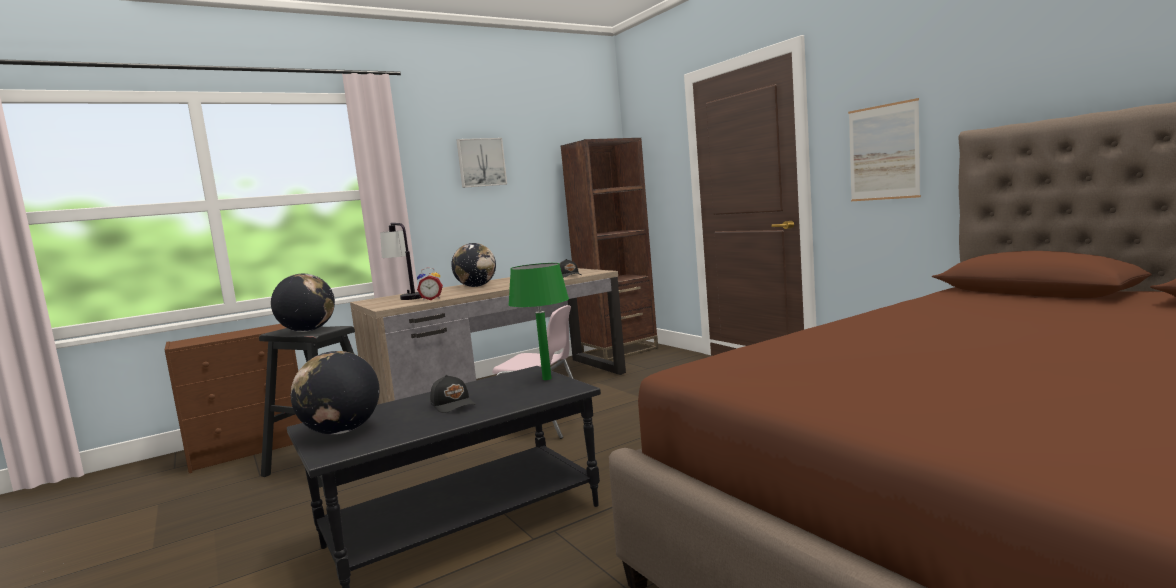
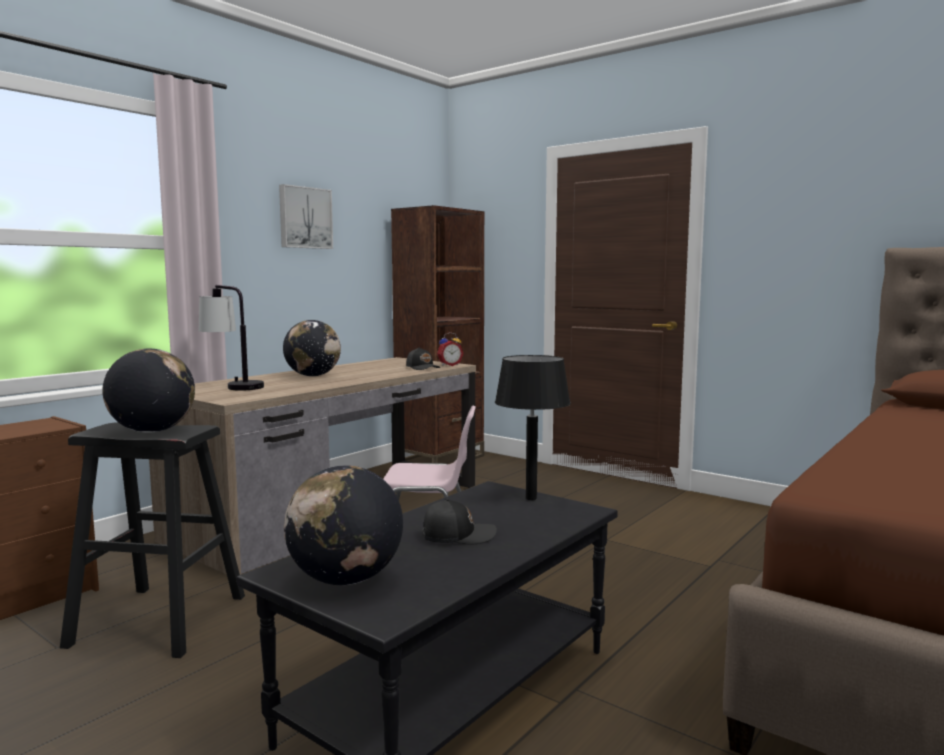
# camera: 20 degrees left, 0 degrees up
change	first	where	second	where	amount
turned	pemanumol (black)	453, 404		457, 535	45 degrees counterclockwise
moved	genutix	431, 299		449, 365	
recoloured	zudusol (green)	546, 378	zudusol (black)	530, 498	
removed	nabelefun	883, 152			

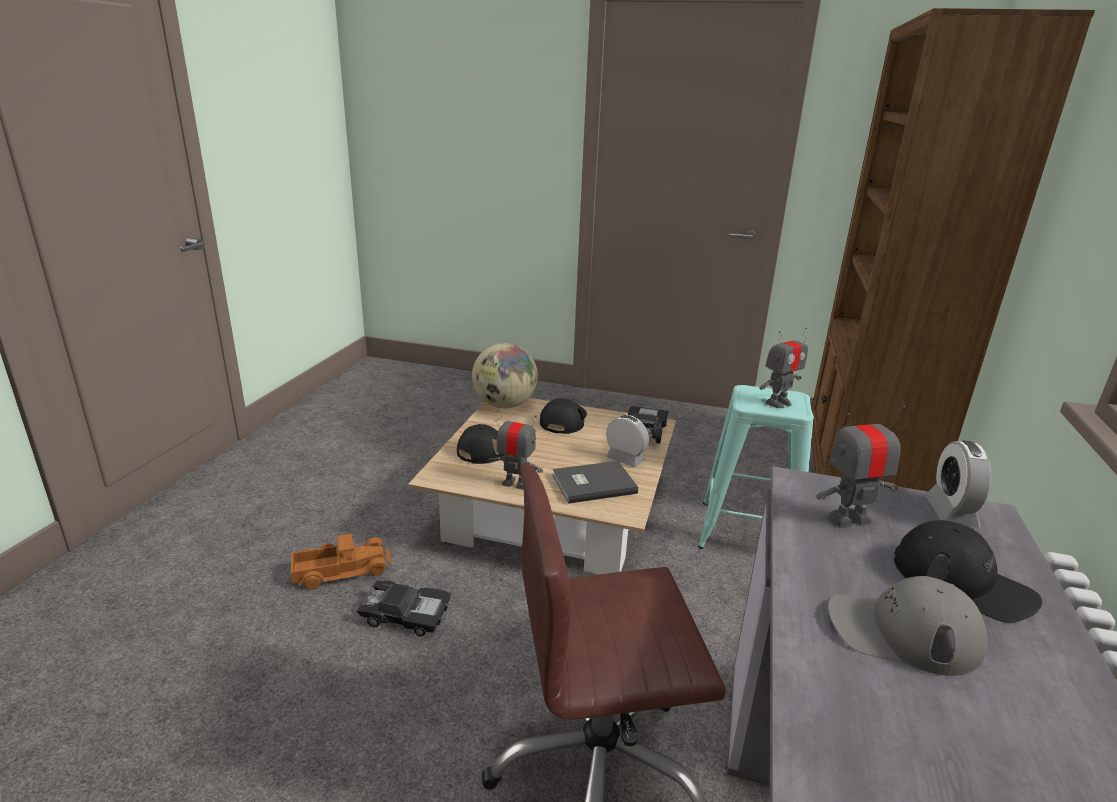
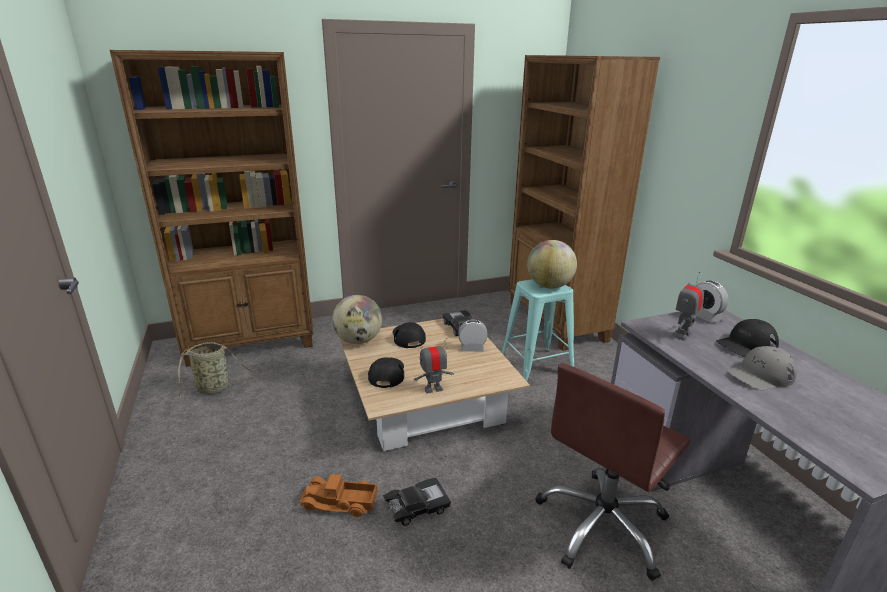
# camera: 35 degrees left, 0 degrees up
change	first	where	second	where	amount
added			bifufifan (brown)	252, 343	
added			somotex	216, 388	
turned	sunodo	341, 570		339, 503	120 degrees counterclockwise
replaced	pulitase	778, 403	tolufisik	549, 286	
turned	pemanumol (black)	962, 581		746, 345	150 degrees clockwise
removed	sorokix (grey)	592, 483			

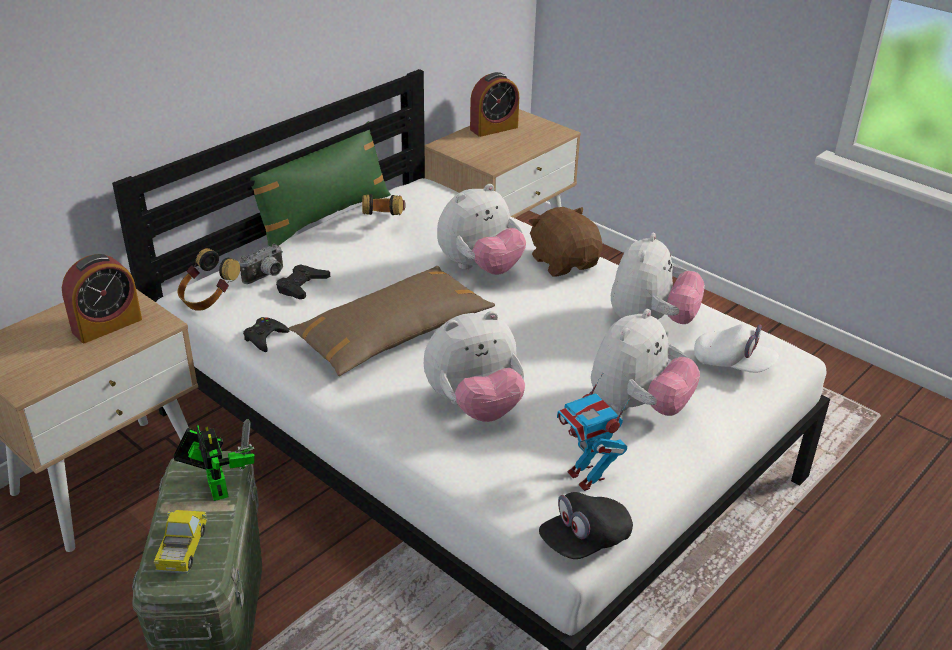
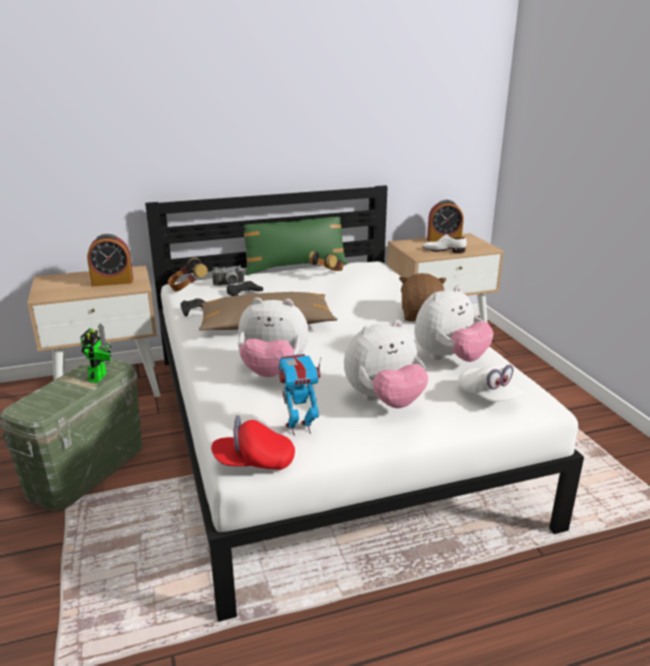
# camera: 30 degrees right, 10 degrees down
change	first	where	second	where	amount
recoloured	pemanumol (black)	584, 540	pemanumol (red)	254, 462	
turned	pulitase	586, 477		299, 428	75 degrees clockwise
added			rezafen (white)	443, 250	
removed	sunodo	183, 549			
removed	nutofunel	480, 268			

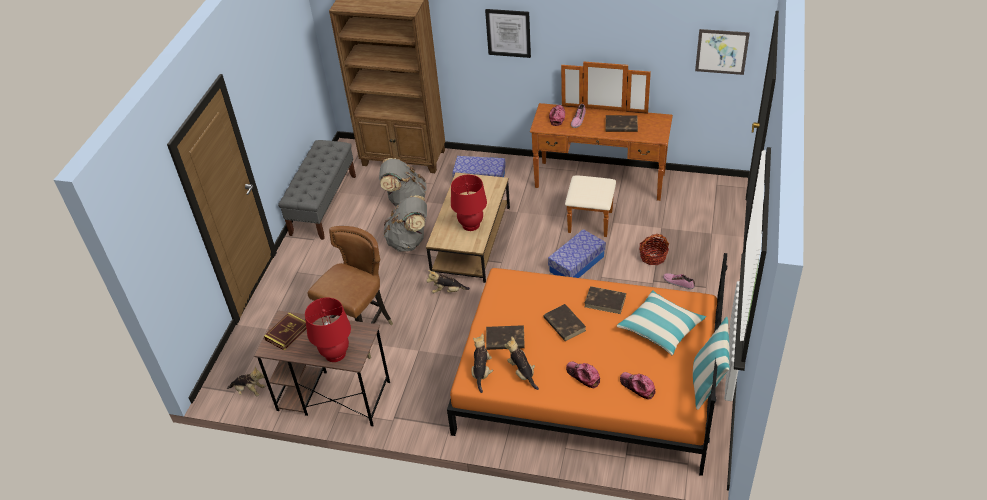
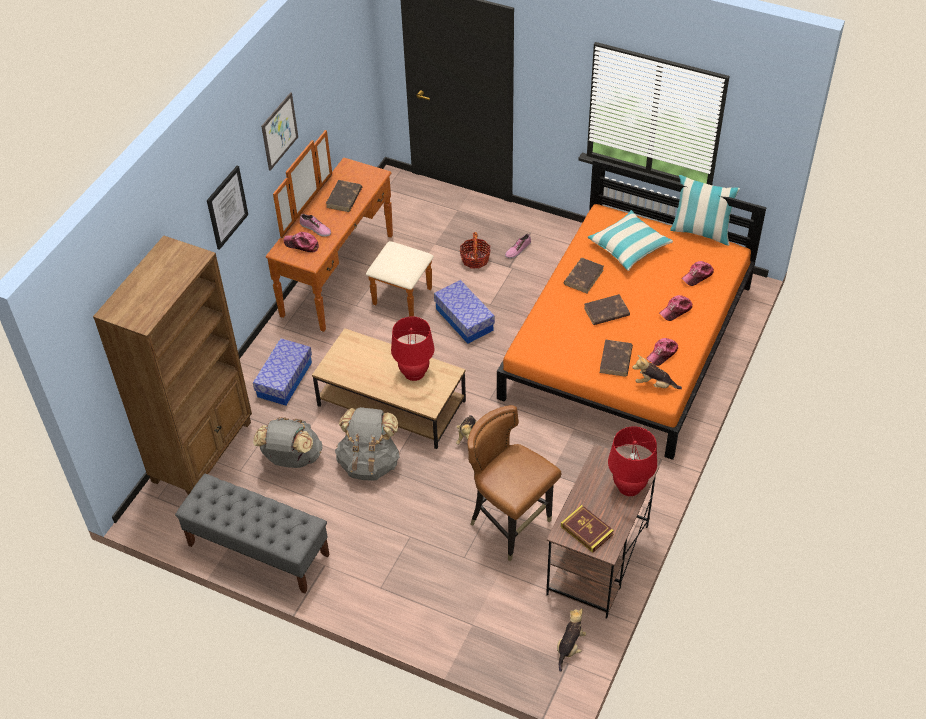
# camera: 80 degrees left, 5 degrees up
change	first	where	second	where	amount
moved	nabelefun	721, 51		279, 131	
replaced	nutofunel	522, 373	pemanumol	662, 354	

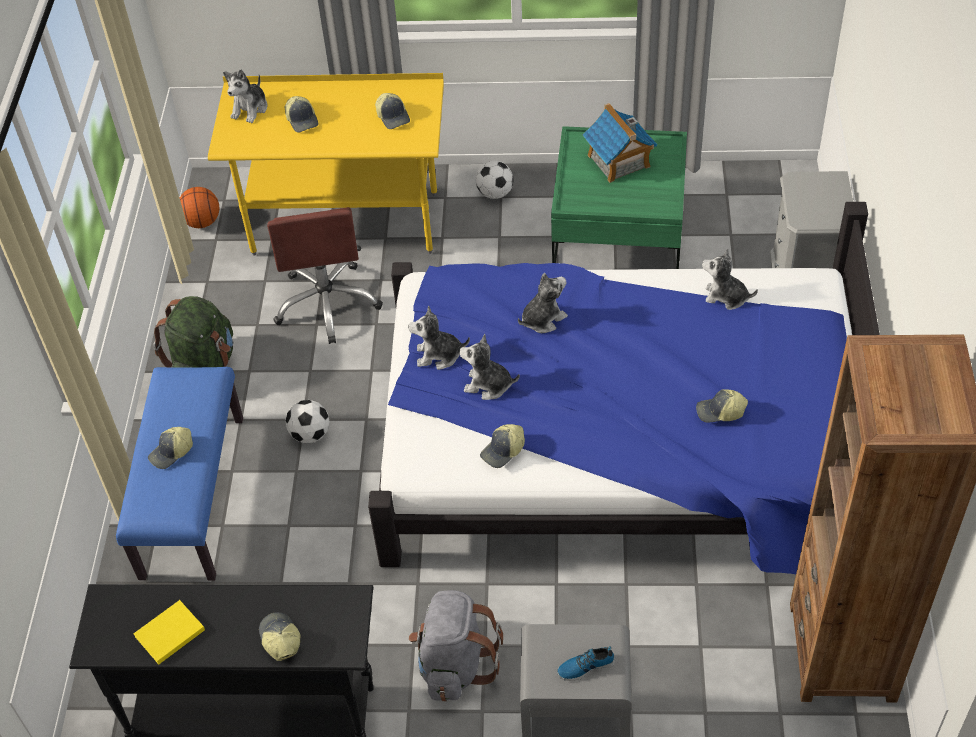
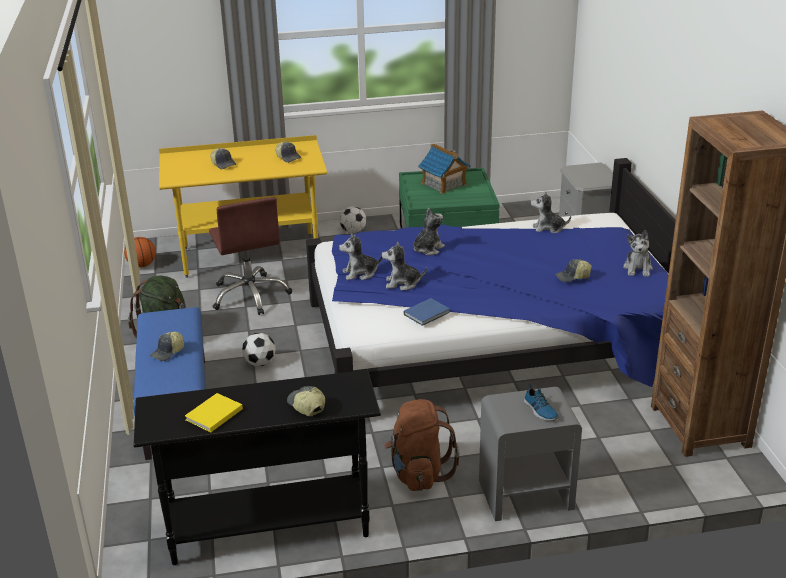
# camera: 15 degrees left, 20 degrees down
change	first	where	second	where	amount
recoloured	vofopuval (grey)	455, 664	vofopuval (brown)	418, 473	
replaced	pemanumol	503, 451	sorokix (blue)	428, 313	
turned	rezafen	585, 666		540, 410	90 degrees counterclockwise
moved	nutofunel	250, 109		638, 268	

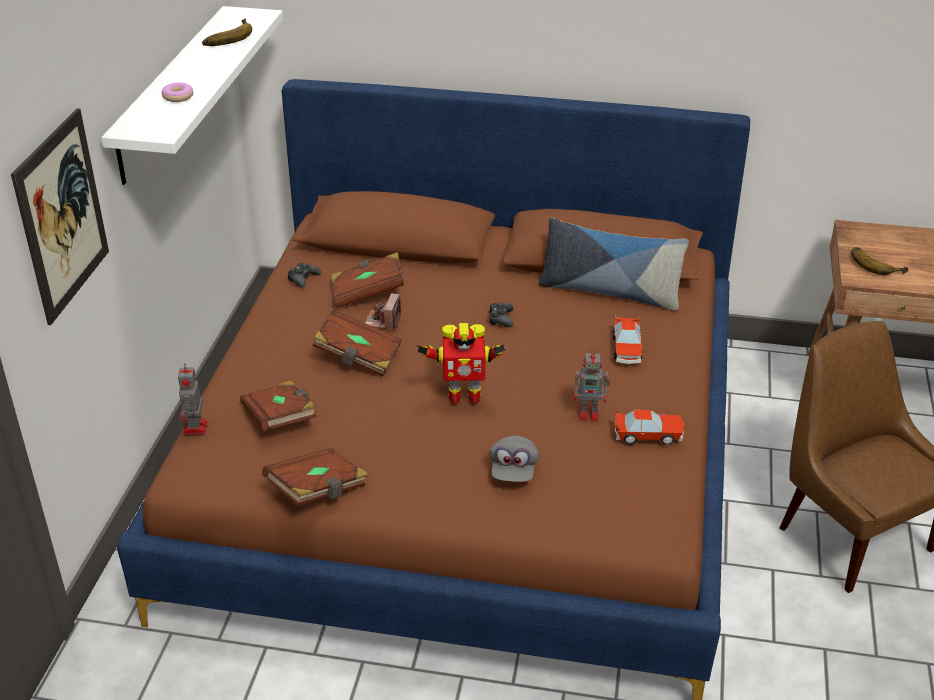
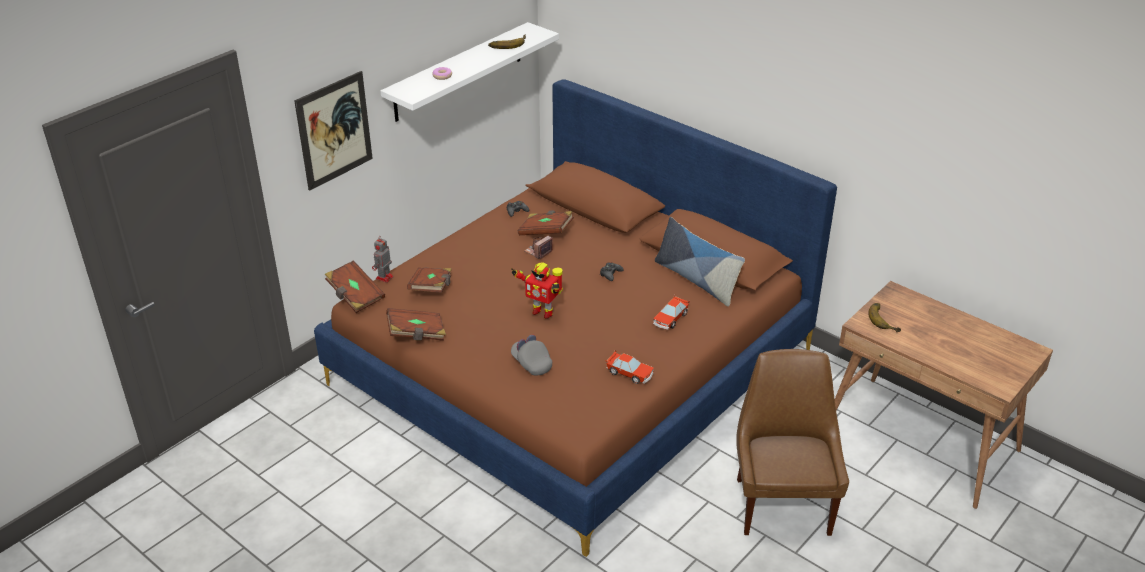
# camera: 30 degrees right, 0 degrees up
change	first	where	second	where	amount
moved	sorokix (brown)	358, 357		355, 296	
turned	pemanumol (grey)	513, 470		531, 363	105 degrees clockwise
removed	pulitase	590, 413			

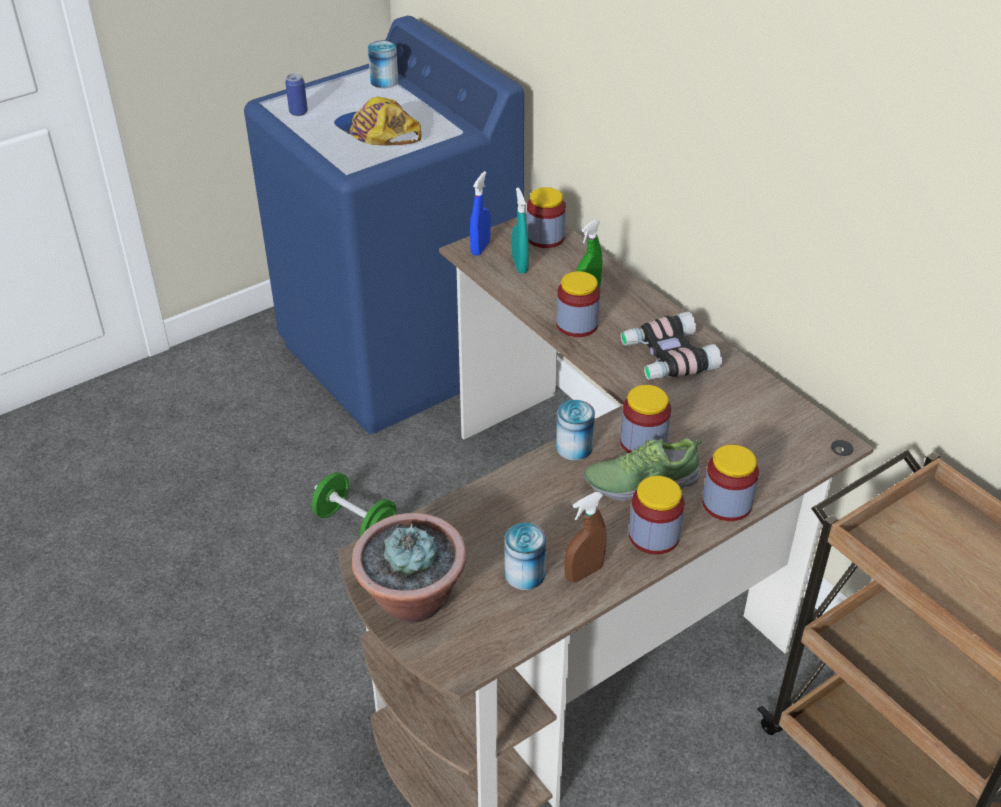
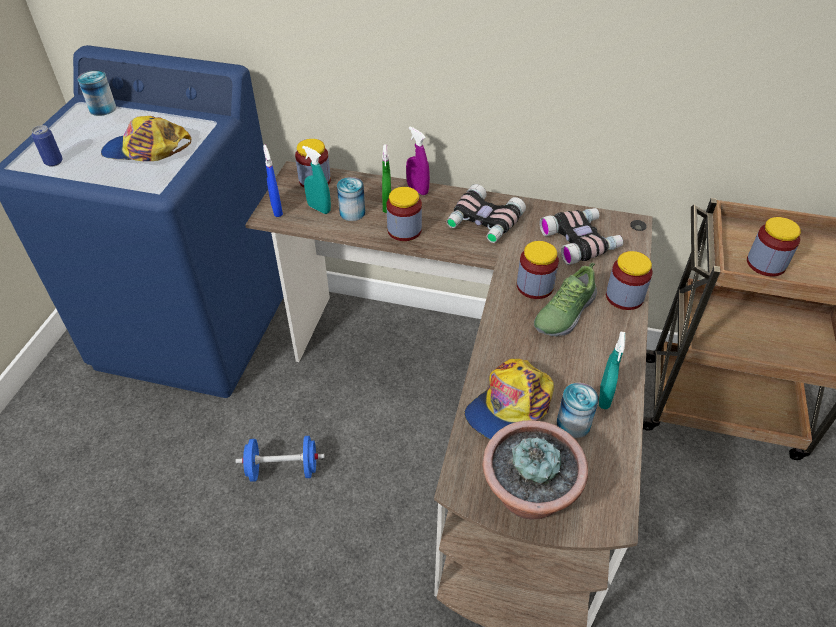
# camera: 40 degrees left, 5 degrees up
change	first	where	second	where	amount
recoloured	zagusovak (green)	356, 525	zagusovak (blue)	283, 469	
moved	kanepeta	574, 447		352, 212	
added			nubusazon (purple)	417, 189	
added			pemanumol	509, 406	
added			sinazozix	581, 241	
recoloured	nubusazon (brown)	583, 573	nubusazon (turquoise)	604, 397	
moved	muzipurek	654, 536		766, 264	

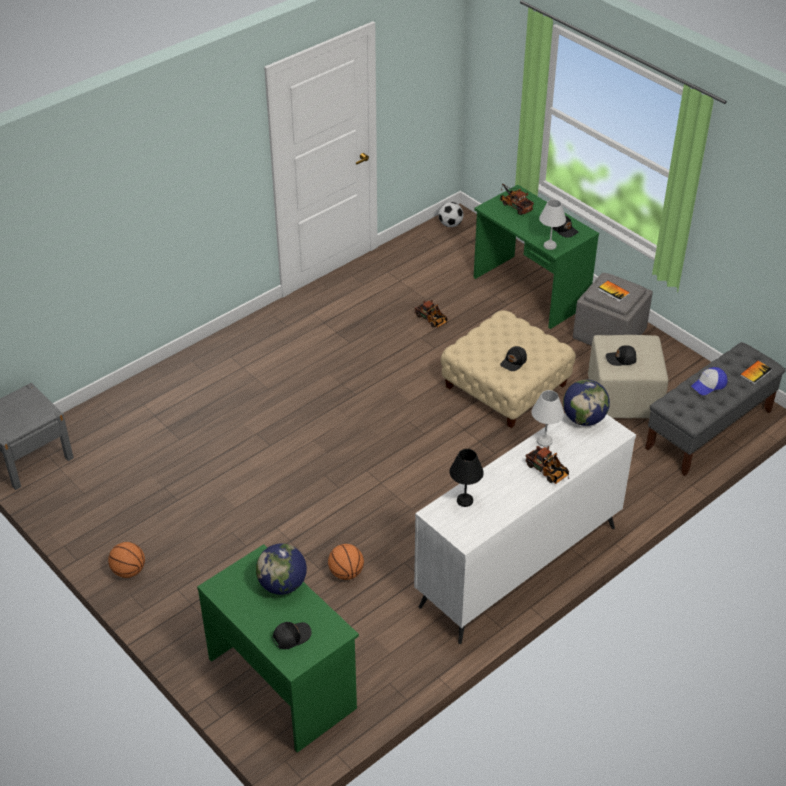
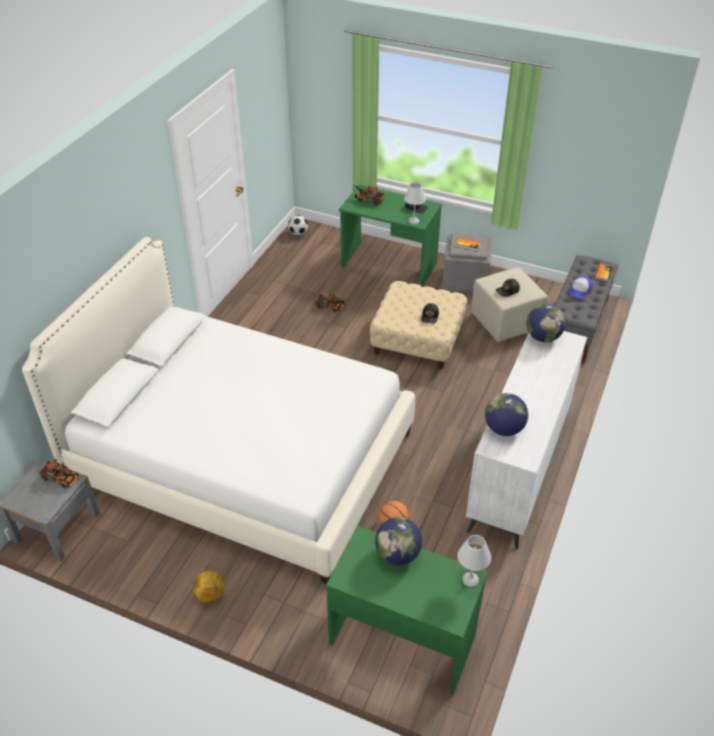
# camera: 25 degrees left, 0 degrees up
change	first	where	second	where	amount
added			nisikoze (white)	242, 458	
moved	sunodo	548, 472		62, 479	
replaced	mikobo	129, 571	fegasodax	211, 595	
moved	zudusol (white)	545, 441		471, 580	
replaced	zudusol (black)	464, 500	tolufisik	504, 429	
removed	pemanumol (black)	291, 636			

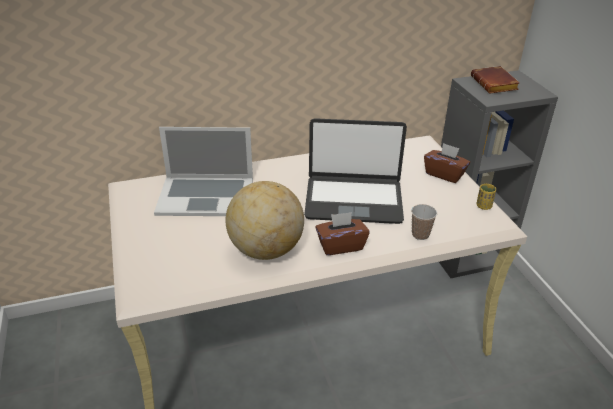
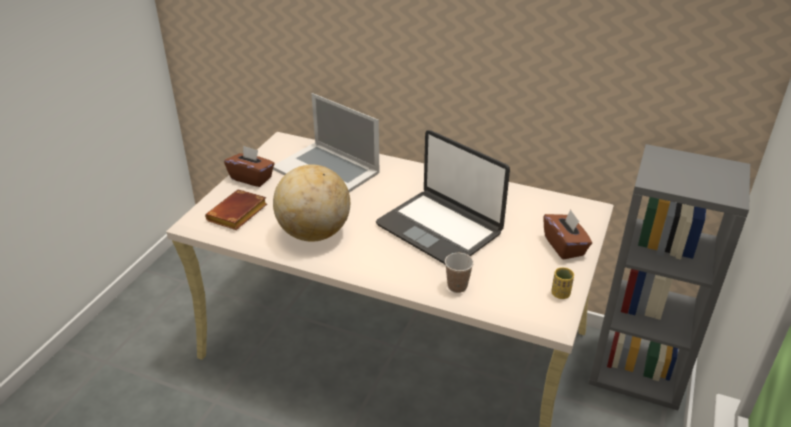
# camera: 40 degrees right, 0 degrees up
change	first	where	second	where	amount
moved	sorokix (brown)	495, 84		238, 215	
moved	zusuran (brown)	340, 245		251, 178	

